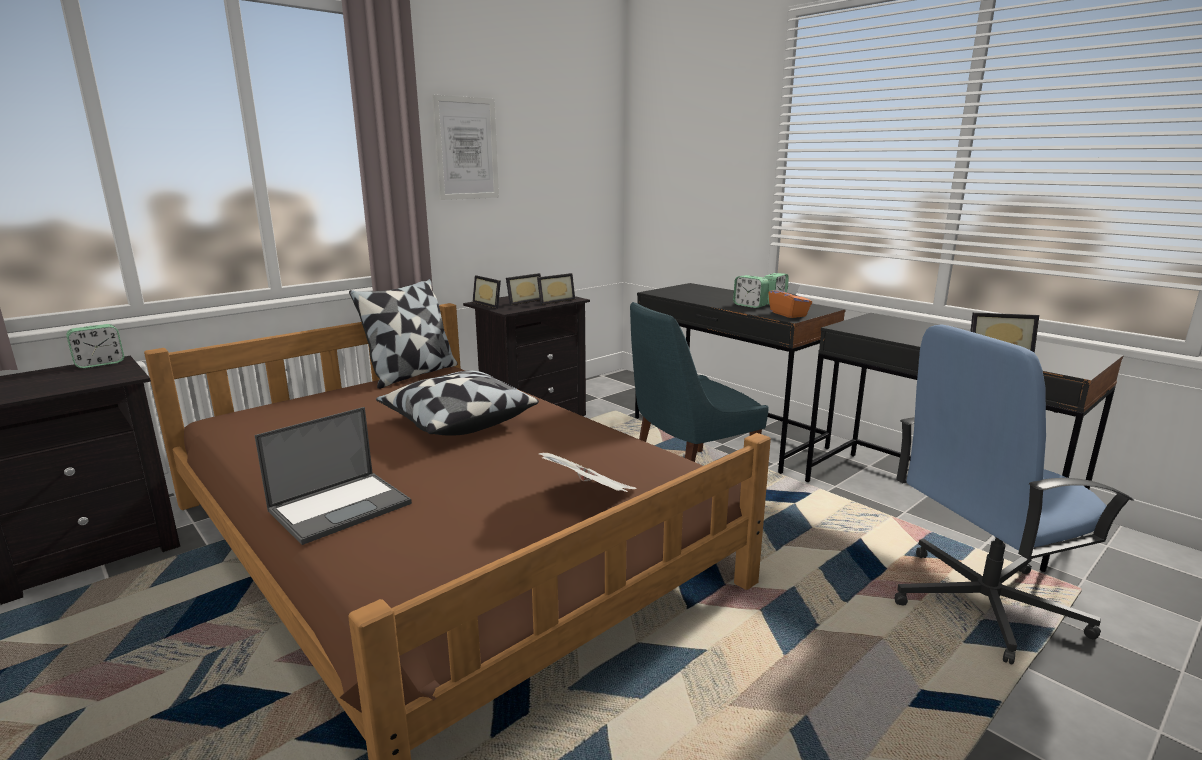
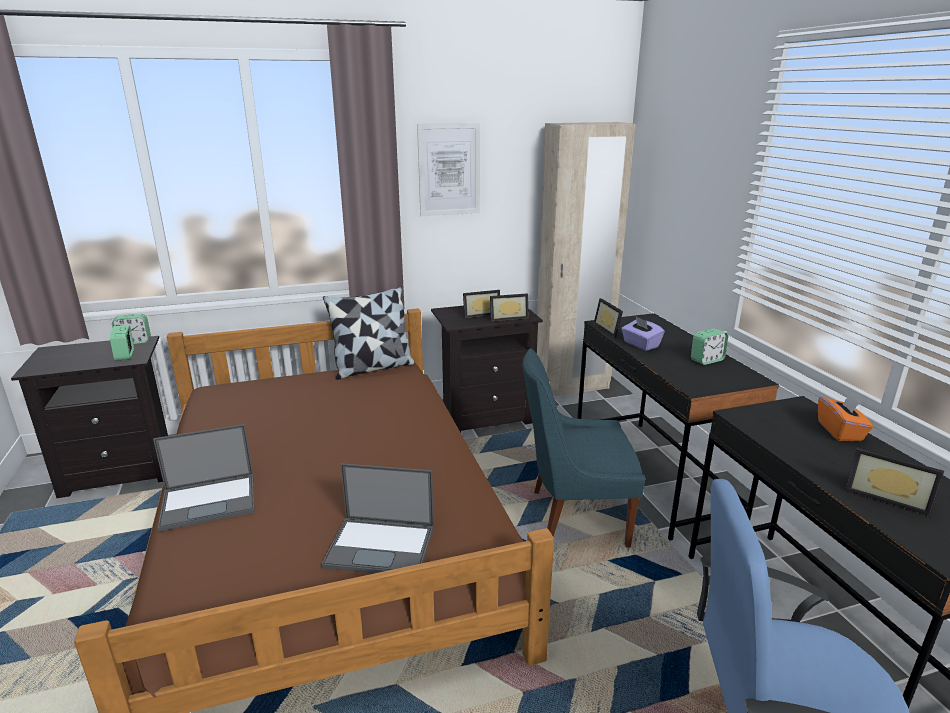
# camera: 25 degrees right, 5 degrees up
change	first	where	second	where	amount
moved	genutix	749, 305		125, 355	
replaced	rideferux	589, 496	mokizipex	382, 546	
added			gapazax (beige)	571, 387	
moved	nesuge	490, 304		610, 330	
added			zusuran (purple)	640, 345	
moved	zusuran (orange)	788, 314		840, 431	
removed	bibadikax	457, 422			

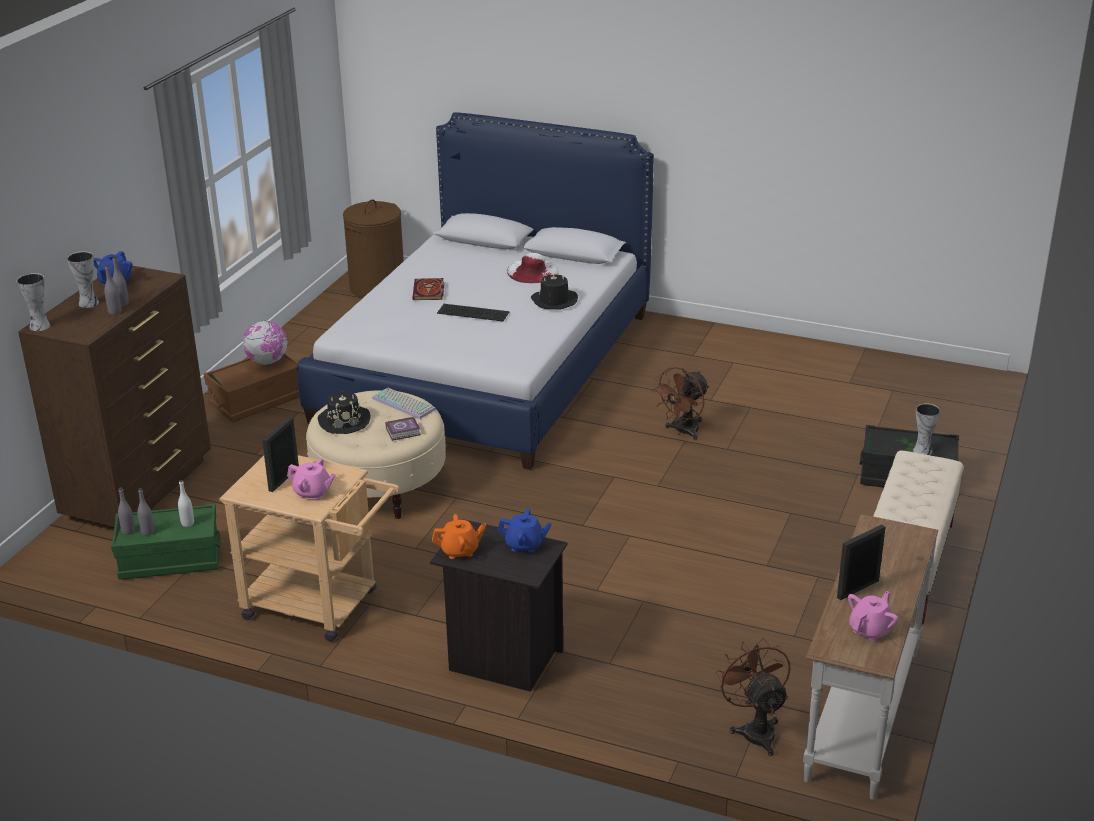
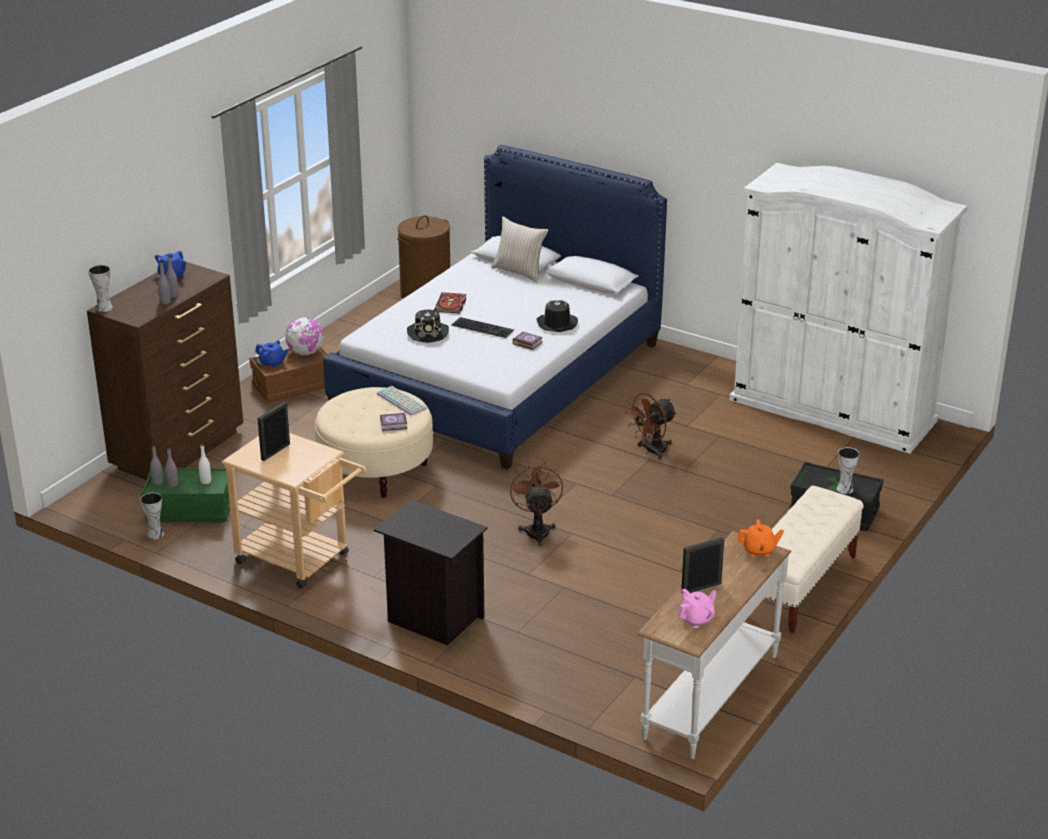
# camera: 10 degrees right, 0 degrees up
change	first	where	second	where	amount
moved	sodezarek	88, 303		155, 534	
moved	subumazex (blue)	524, 545		272, 363	
moved	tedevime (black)	344, 421		428, 333	
added			bibadikax (beige)	519, 272	
moved	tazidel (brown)	755, 729		537, 530	
added			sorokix	527, 342	
added			gapazax (white)	832, 410	
moved	subumazex (orange)	460, 551		759, 550	
removed	subumazex (pink)	312, 493			
removed	tedevime (white)	532, 271			

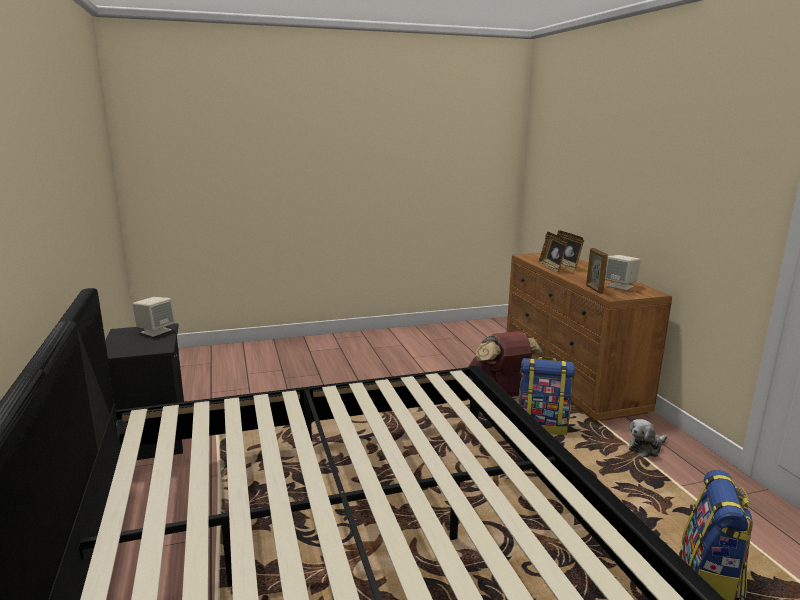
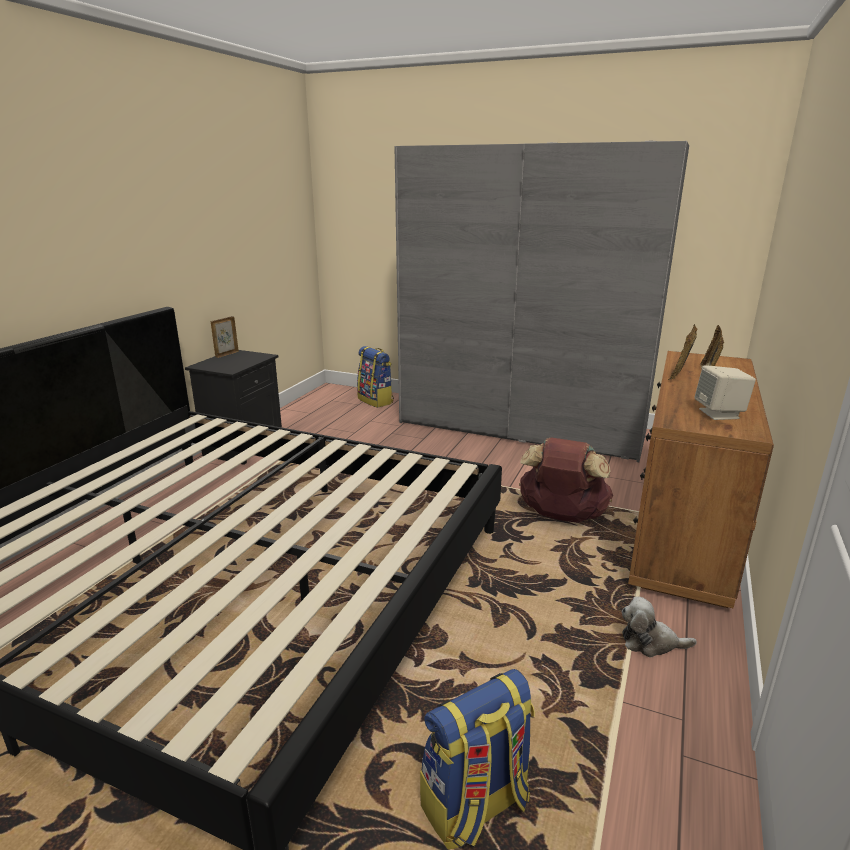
# camera: 40 degrees right, 5 degrees up
change	first	where	second	where	amount
moved	nesuge	594, 289		226, 354	
moved	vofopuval	542, 426		376, 401	
added			gapazax (grey)	521, 427	
removed	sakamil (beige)	156, 331			

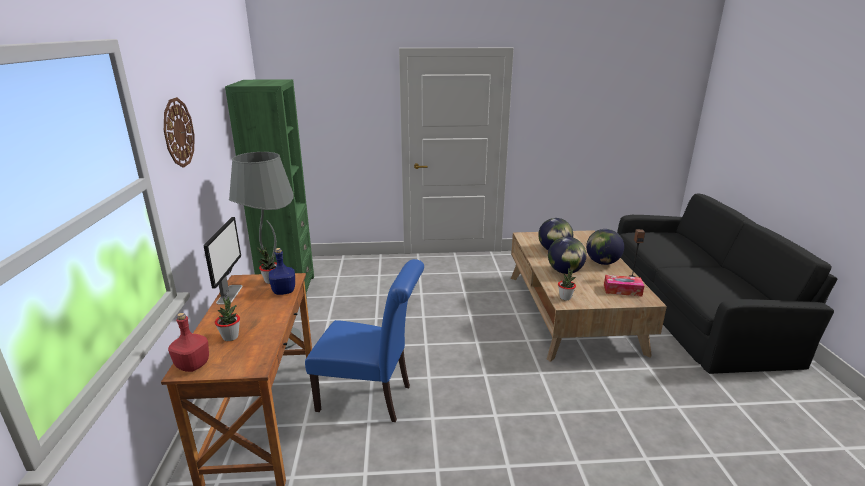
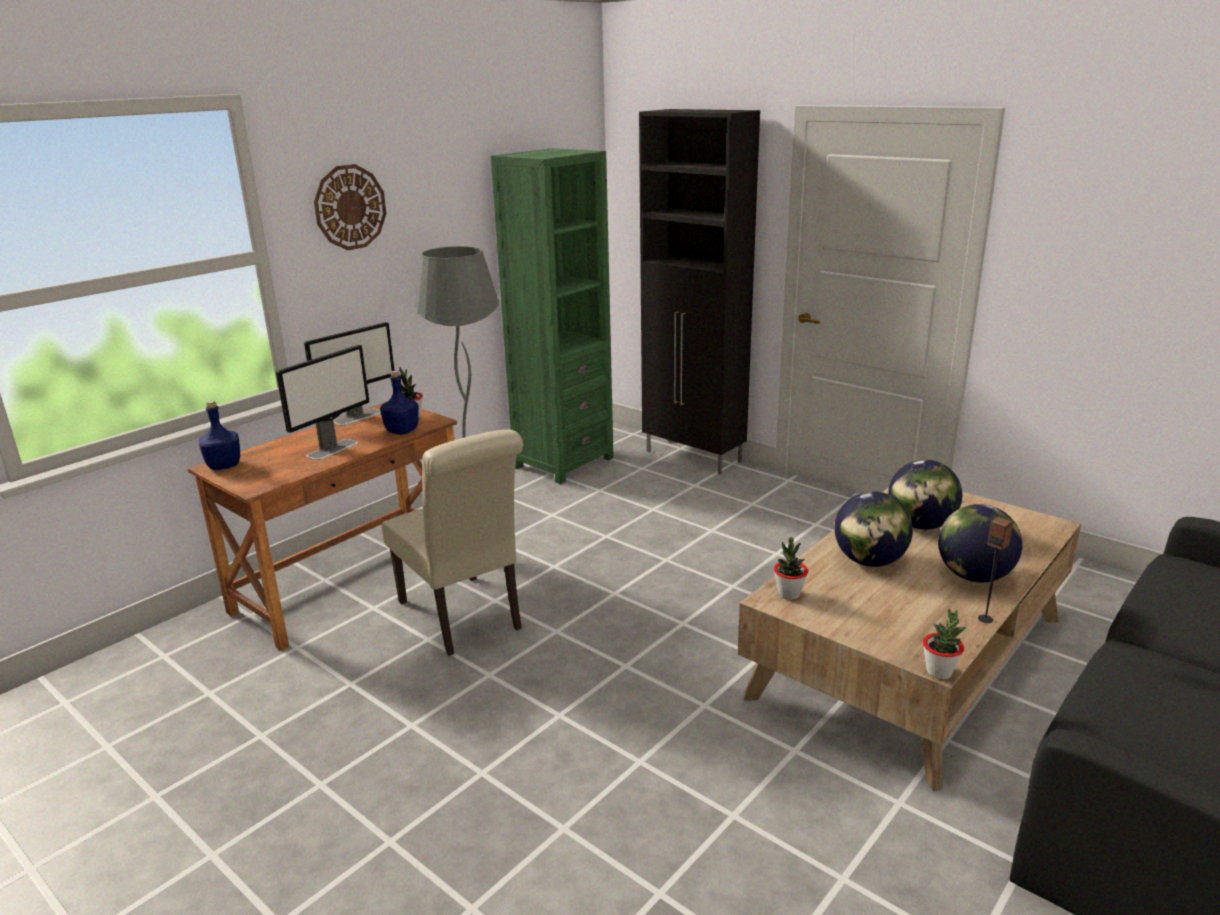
# camera: 45 degrees right, 0 degrees up
change	first	where	second	where	amount
recoloured	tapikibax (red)	193, 365	tapikibax (blue)	225, 465	
added			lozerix	333, 449	
recoloured	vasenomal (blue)	370, 398	vasenomal (beige)	464, 618	
added			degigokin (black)	694, 457	
moved	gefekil	230, 337		939, 672	
removed	zusuran	622, 290			

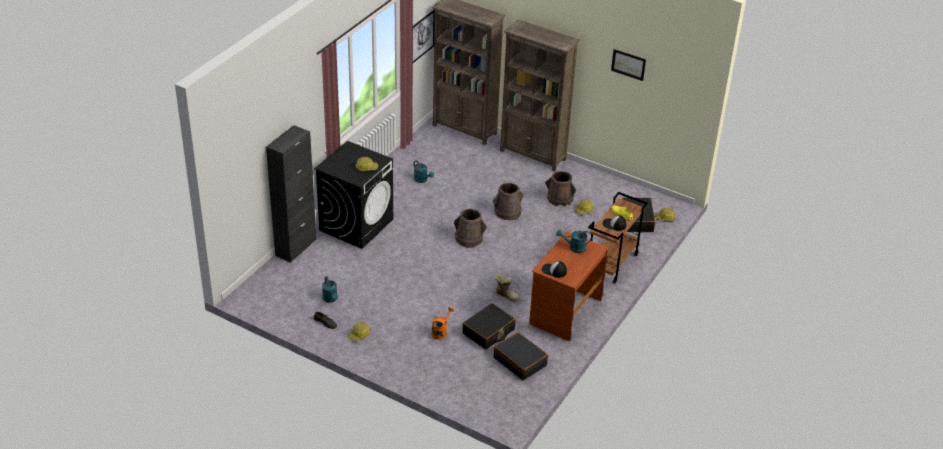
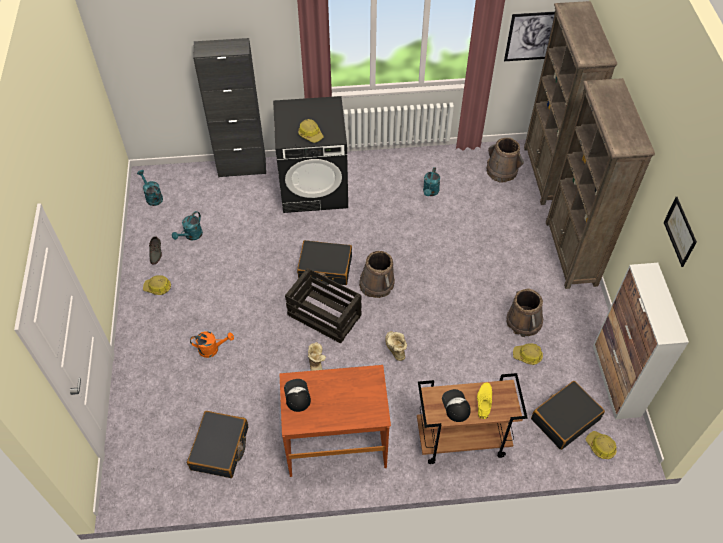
# camera: 55 degrees right, 15 degrees up
change	first	where	second	where	amount
moved	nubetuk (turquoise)	574, 248		152, 197	
added			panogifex	323, 315	
moved	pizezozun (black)	488, 332		325, 268	
added			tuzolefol	394, 349	
moved	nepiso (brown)	507, 212		502, 171	
added			degigokin	616, 381	

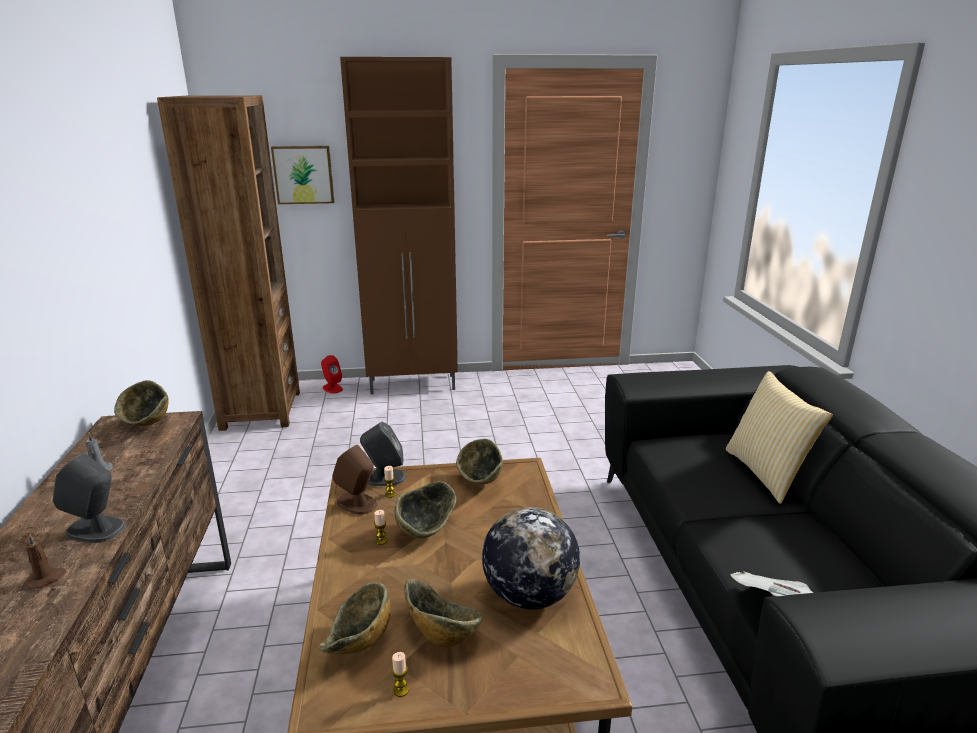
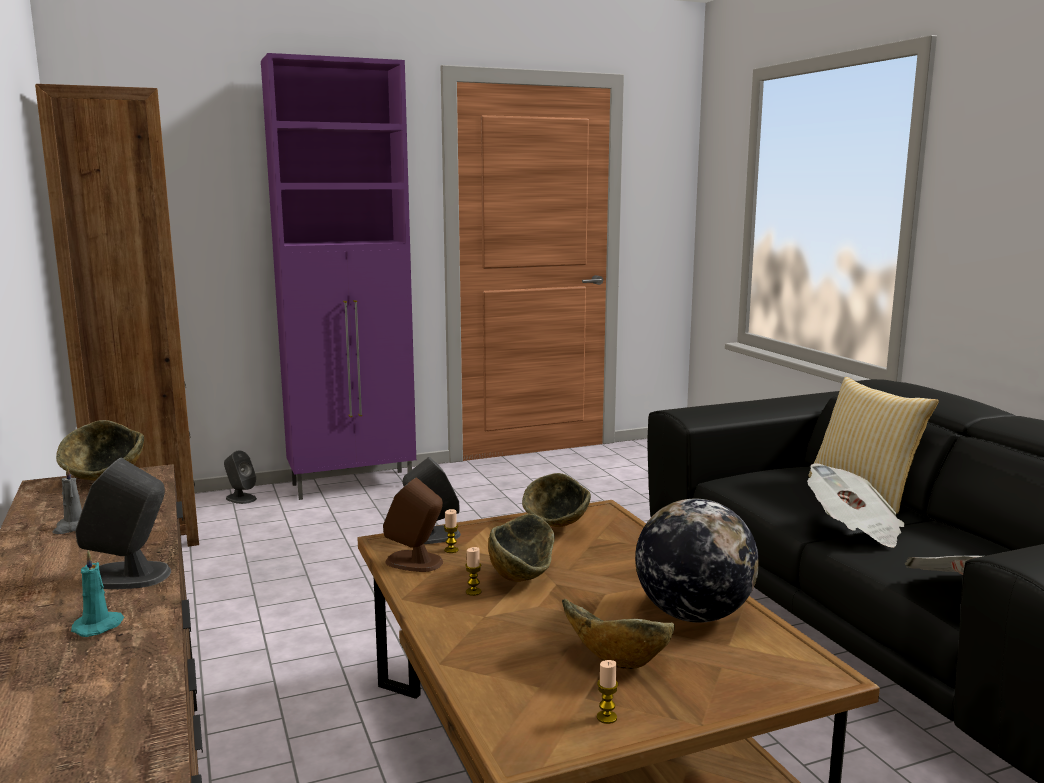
# camera: 15 degrees left, 10 degrees down
change	first	where	second	where	amount
recoloured	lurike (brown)	46, 578	lurike (turquoise)	99, 626	
recoloured	sakamil (red)	332, 388	sakamil (grey)	241, 498	
recoloured	degigokin (brown)	414, 385	degigokin (purple)	354, 485	
added			rideferux	854, 529	
removed	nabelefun	303, 174			
removed	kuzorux	358, 644			

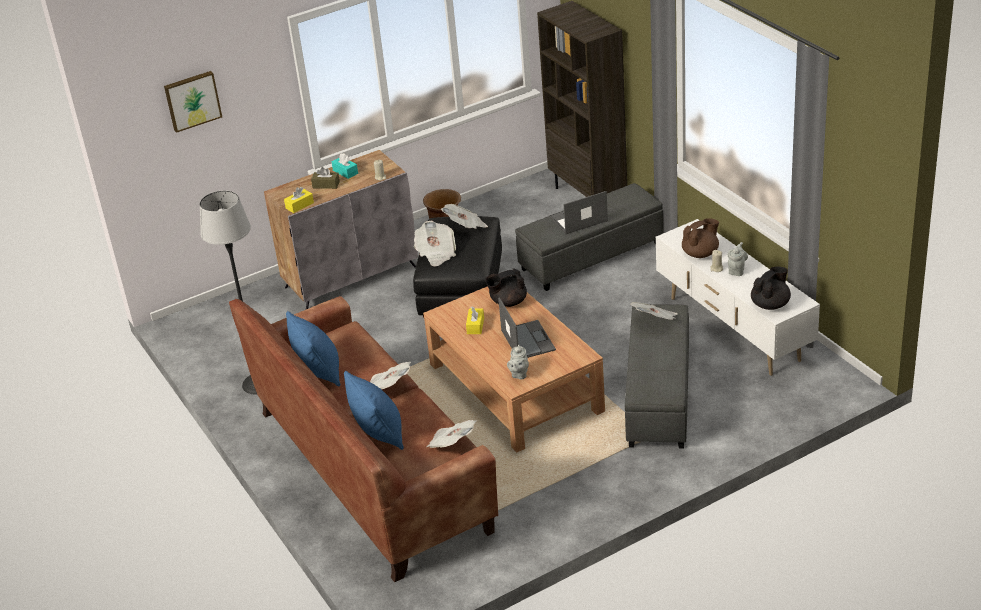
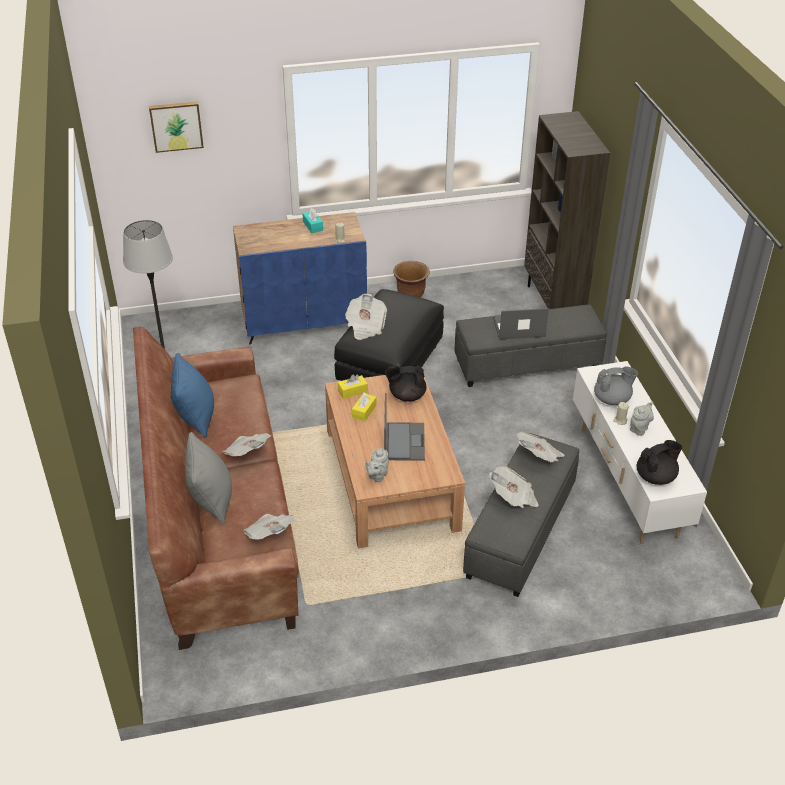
# camera: 15 degrees right, 5 degrees up
change	first	where	second	where	amount
recoloured	bibadikax (blue)	379, 434	bibadikax (grey)	212, 500	
recoloured	degigokin (grey)	351, 276	degigokin (blue)	305, 322	
moved	zusuran (yellow)	299, 205		352, 391	
moved	rideferux	465, 227		513, 498	
recoloured	subumazex (brown)	700, 253	subumazex (grey)	612, 399	
removed	zusuran (brown)	326, 185			

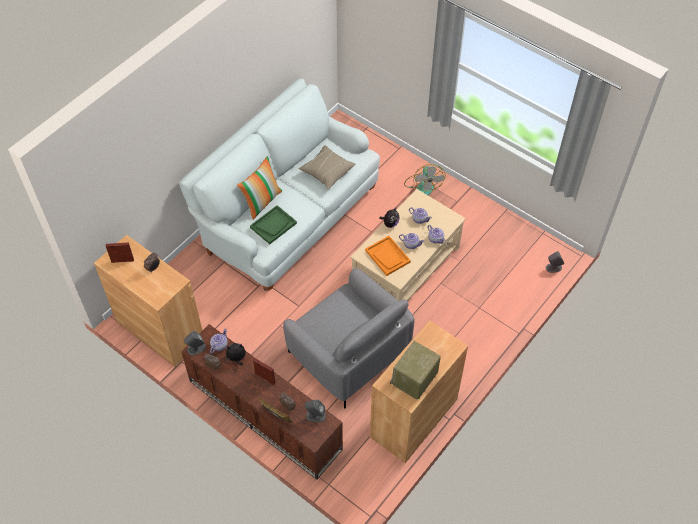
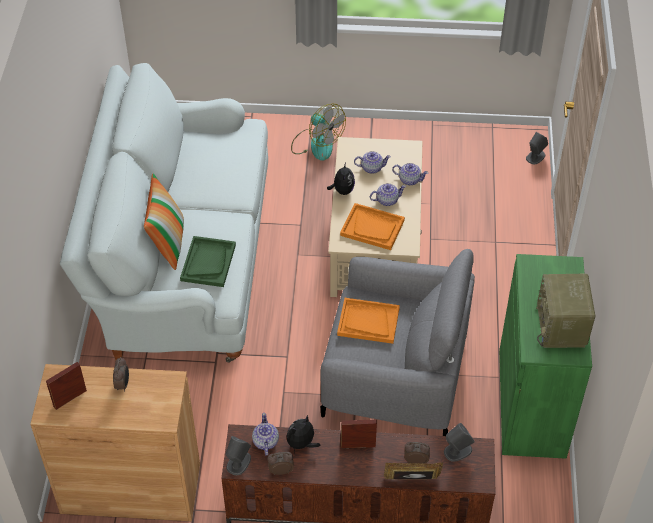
# camera: 35 degrees left, 5 degrees down
change	first	where	second	where	amount
added			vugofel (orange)	368, 322	
recoloured	degigokin (brown)	414, 418	degigokin (green)	531, 403	
removed	bibadikax (beige)	327, 171			

